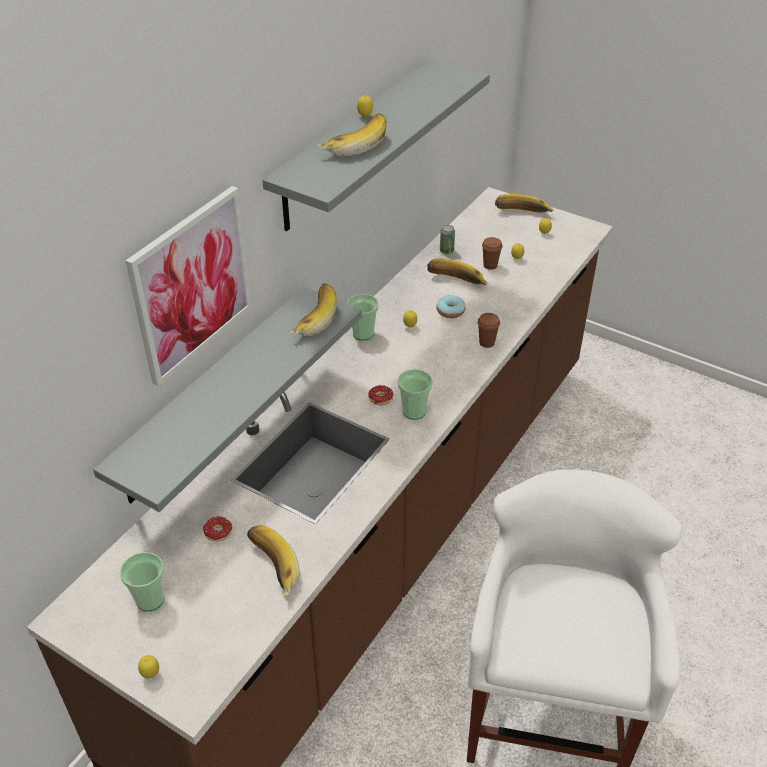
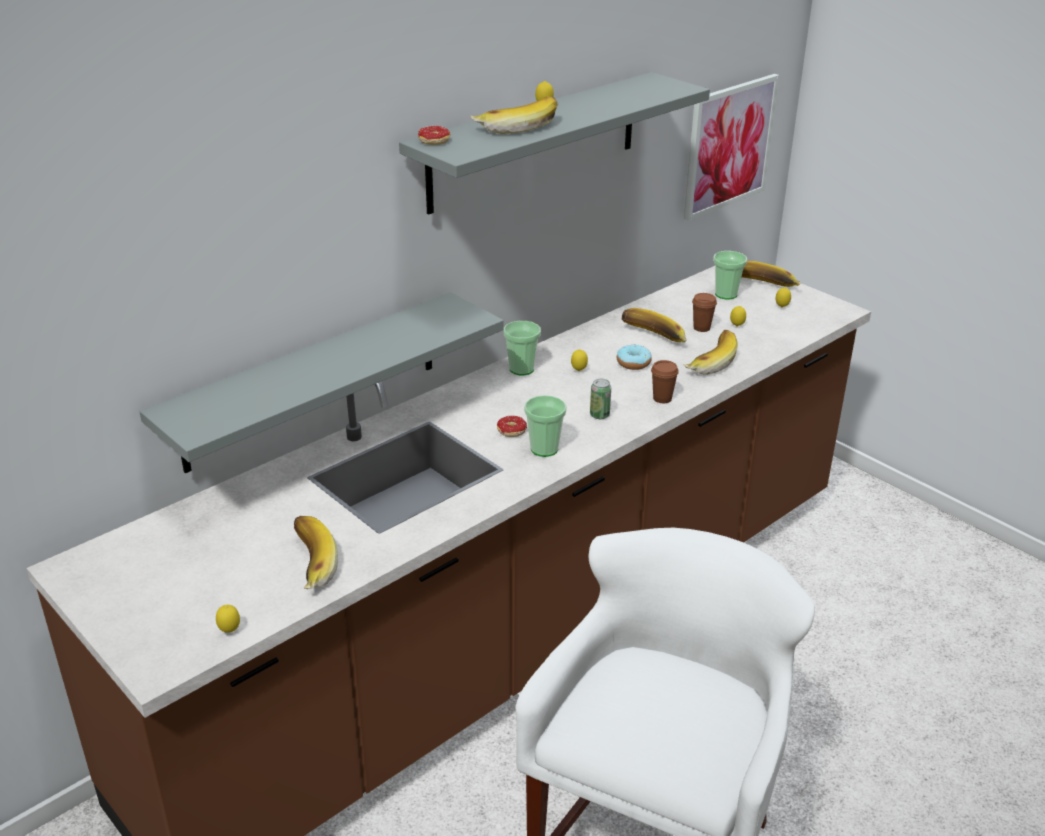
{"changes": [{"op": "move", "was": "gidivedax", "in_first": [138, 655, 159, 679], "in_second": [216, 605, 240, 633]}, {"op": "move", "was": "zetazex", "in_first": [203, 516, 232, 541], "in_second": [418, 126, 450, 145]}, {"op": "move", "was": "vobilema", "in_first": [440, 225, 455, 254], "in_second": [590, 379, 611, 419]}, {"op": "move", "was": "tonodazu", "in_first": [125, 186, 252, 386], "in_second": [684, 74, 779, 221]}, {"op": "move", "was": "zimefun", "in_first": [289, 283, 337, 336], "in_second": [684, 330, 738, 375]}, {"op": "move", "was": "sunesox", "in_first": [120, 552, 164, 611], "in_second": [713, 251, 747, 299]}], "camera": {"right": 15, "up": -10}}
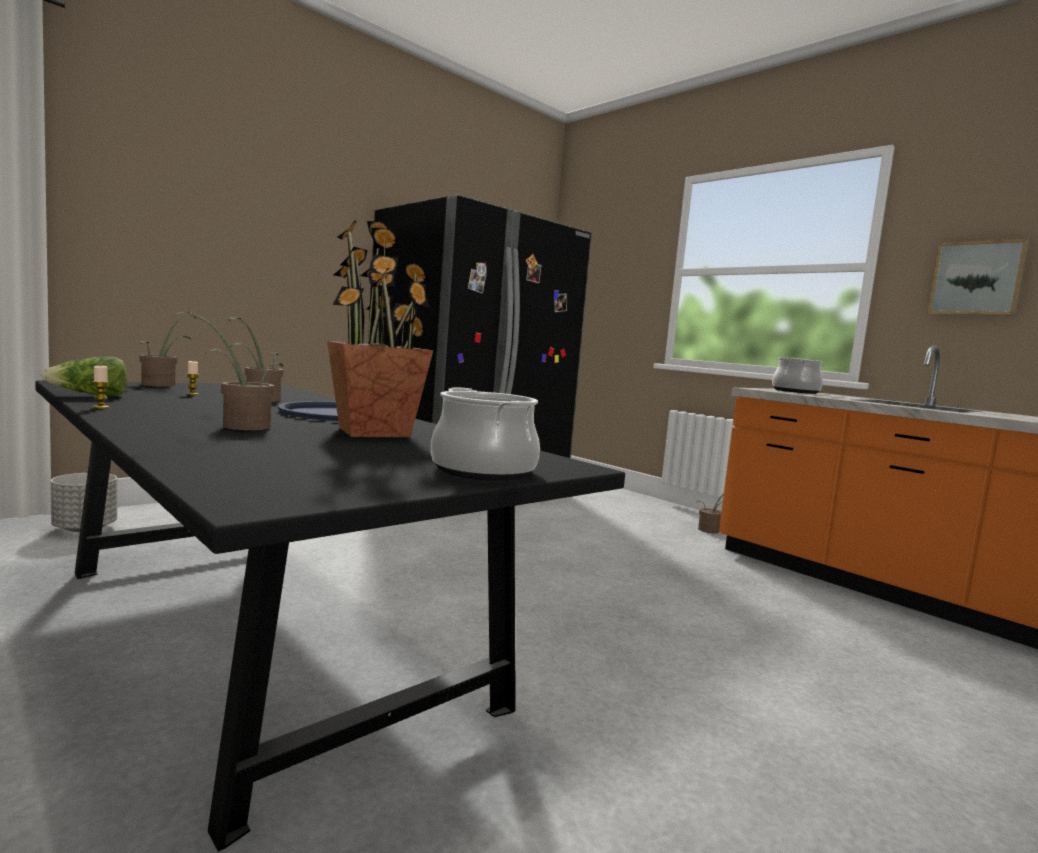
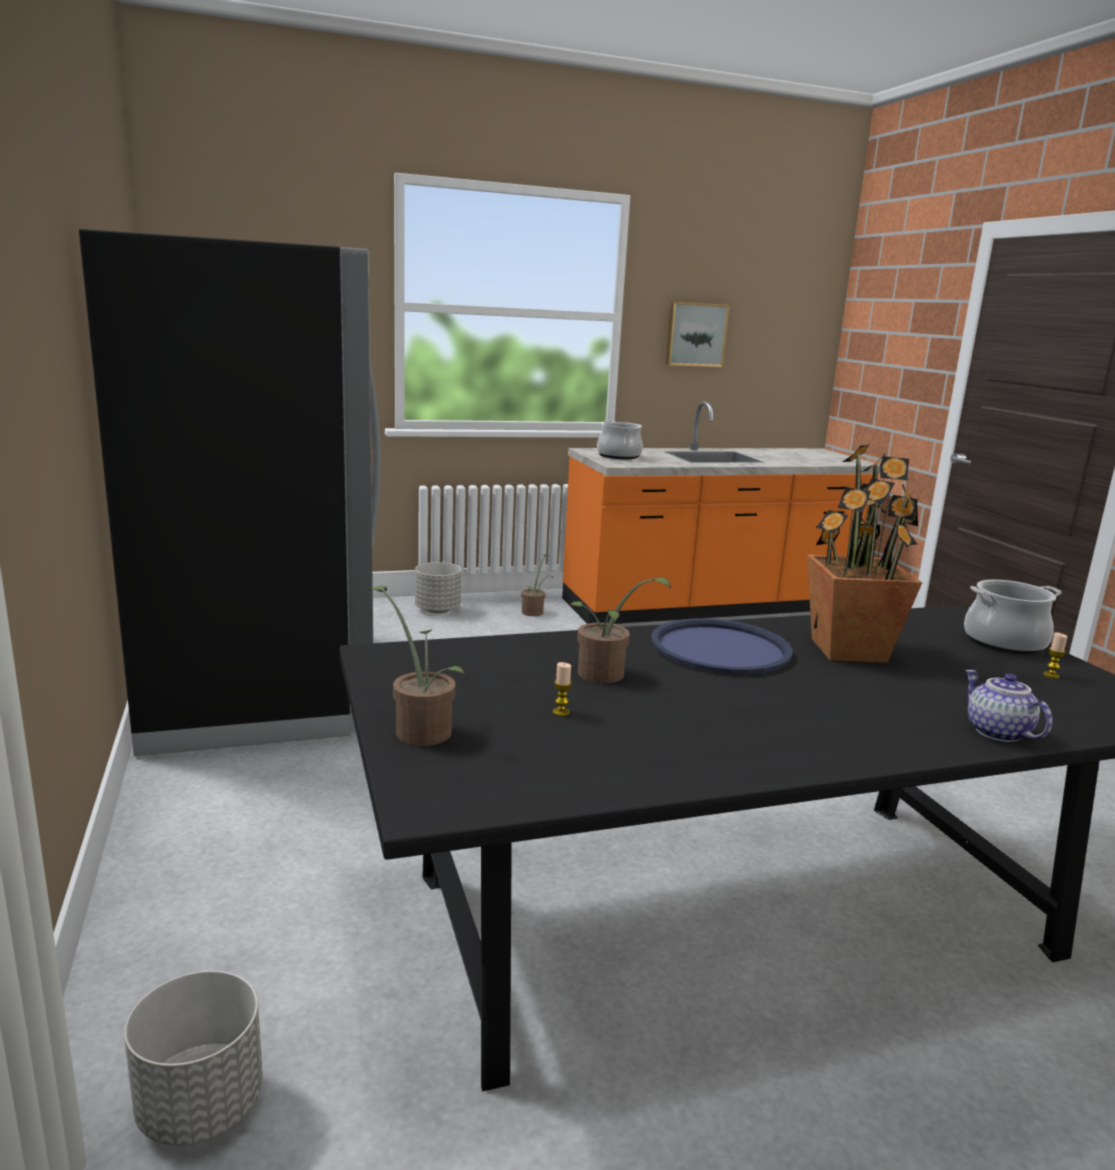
{"changes": [{"op": "insert", "now": "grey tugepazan", "in_second": [415, 562, 462, 613]}, {"op": "insert", "now": "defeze", "in_second": [965, 670, 1053, 742]}, {"op": "move", "was": "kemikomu", "in_first": [92, 365, 109, 409], "in_second": [1043, 632, 1067, 678]}, {"op": "delete", "was": "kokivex", "in_first": [41, 357, 127, 396]}, {"op": "delete", "was": "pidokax", "in_first": [172, 312, 283, 430]}], "camera": {"right": -65, "up": 10}}
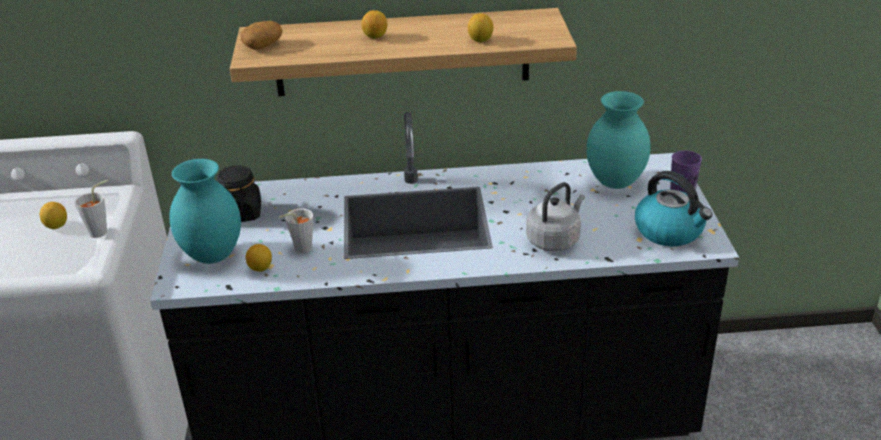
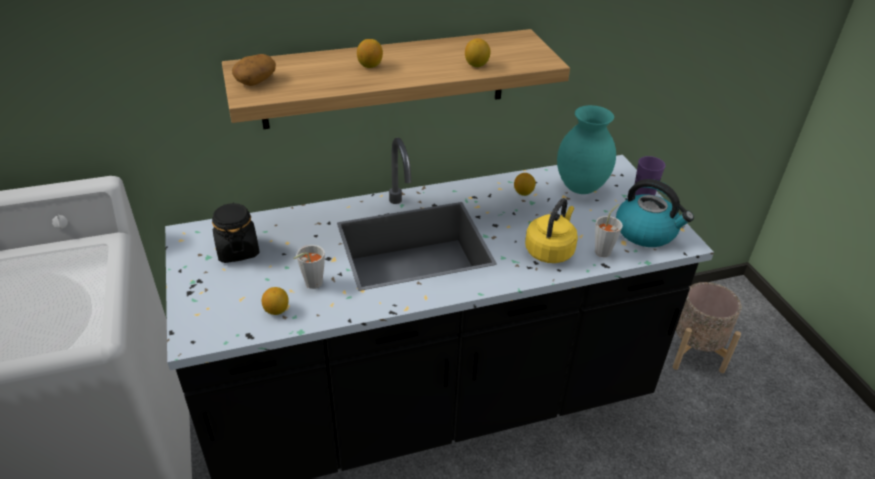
{"changes": [{"op": "move", "was": "gidivedax", "in_first": [40, 202, 67, 229], "in_second": [514, 173, 536, 196]}, {"op": "recolor", "was": "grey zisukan", "now": "yellow zisukan", "in_first": [526, 182, 585, 252], "in_second": [525, 198, 578, 263]}, {"op": "move", "was": "grey sunesox", "in_first": [74, 180, 108, 238], "in_second": [595, 204, 623, 257]}, {"op": "insert", "now": "beige tugepazan", "in_second": [673, 282, 741, 373]}, {"op": "delete", "was": "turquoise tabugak", "in_first": [170, 159, 241, 264]}], "camera": {"right": -15, "up": 5}}
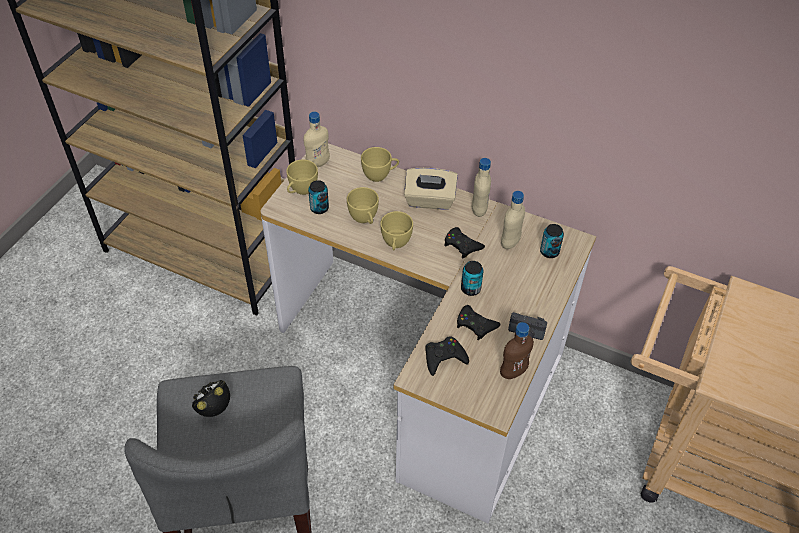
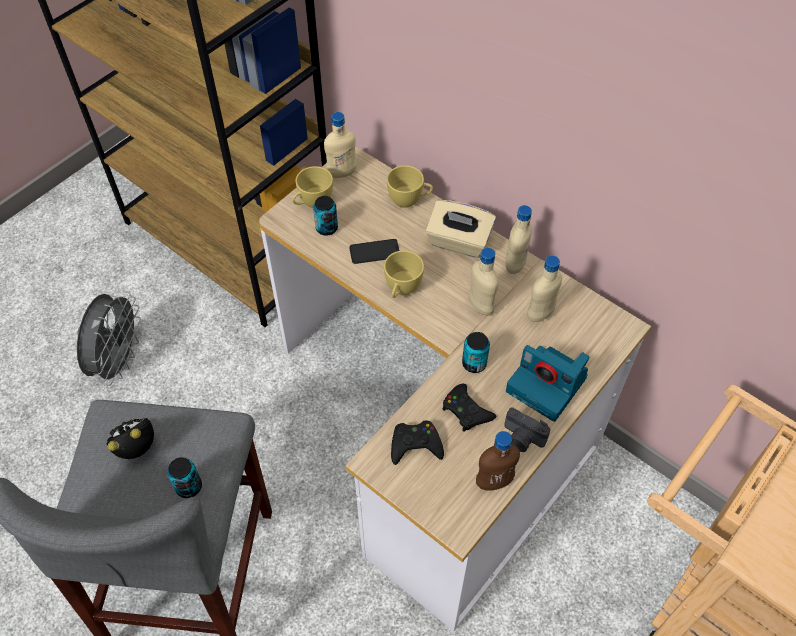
{"changes": [{"op": "insert", "now": "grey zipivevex", "in_second": [77, 291, 141, 386]}, {"op": "move", "was": "vobilema", "in_first": [540, 224, 564, 258], "in_second": [167, 457, 202, 498]}, {"op": "replace", "was": "yellow sunesox", "now": "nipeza", "in_first": [347, 187, 379, 224], "in_second": [349, 239, 399, 264]}, {"op": "replace", "was": "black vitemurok", "now": "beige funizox", "in_first": [444, 227, 485, 258], "in_second": [469, 248, 499, 316]}, {"op": "insert", "now": "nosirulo", "in_second": [506, 345, 589, 422]}], "camera": {"right": 15, "up": 5}}
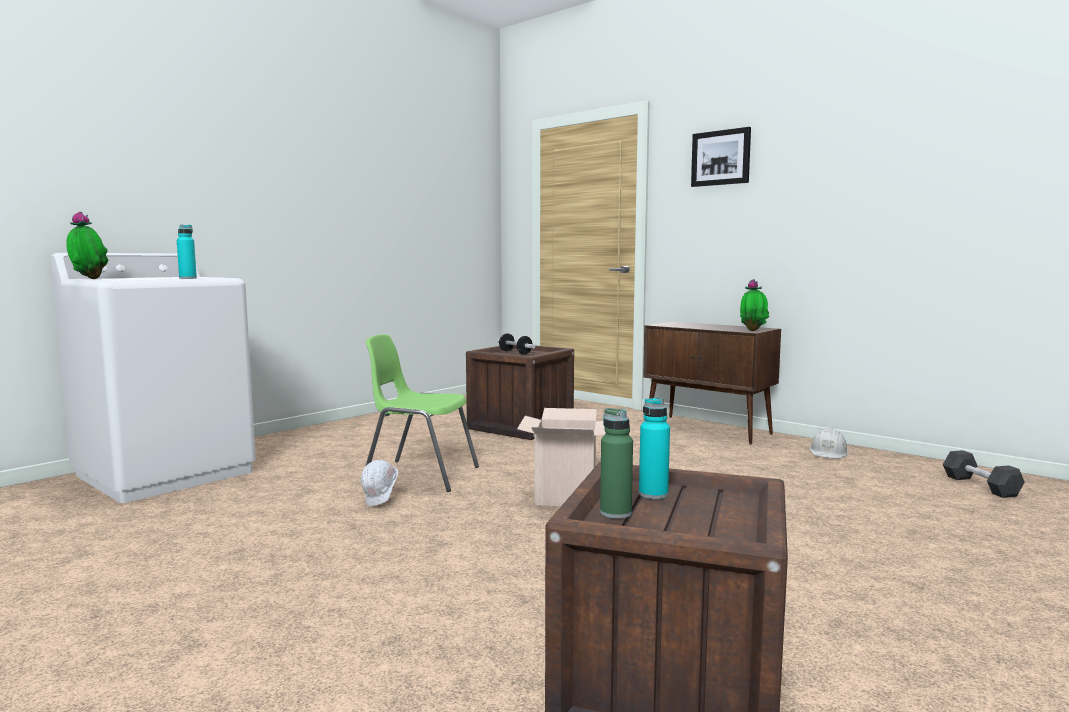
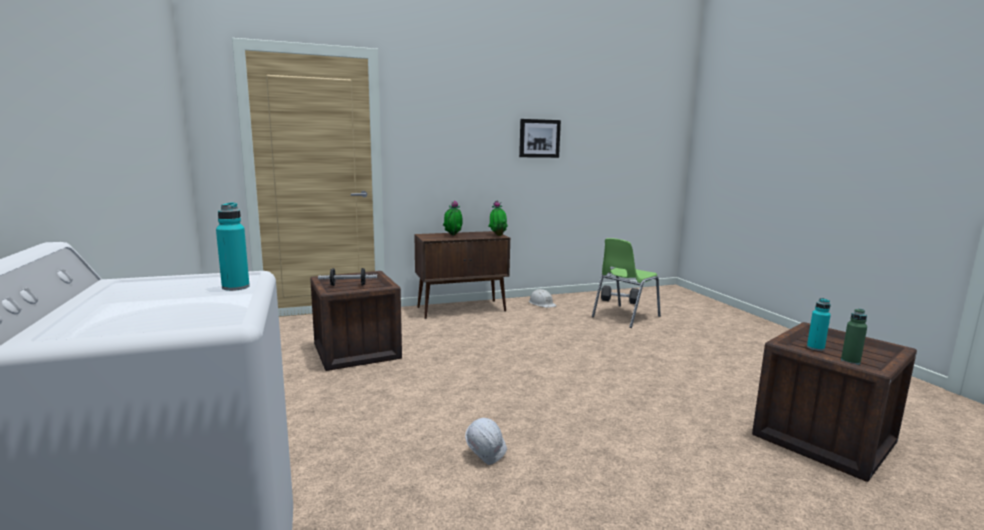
{"changes": [{"op": "move", "was": "pidokax", "in_first": [66, 212, 108, 279], "in_second": [443, 200, 463, 235]}, {"op": "move", "was": "tonodazu", "in_first": [691, 127, 751, 187], "in_second": [519, 119, 561, 158]}, {"op": "move", "was": "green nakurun", "in_first": [365, 334, 479, 492], "in_second": [592, 238, 661, 328]}, {"op": "delete", "was": "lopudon", "in_first": [517, 408, 606, 506]}], "camera": {"right": -60, "up": 5}}
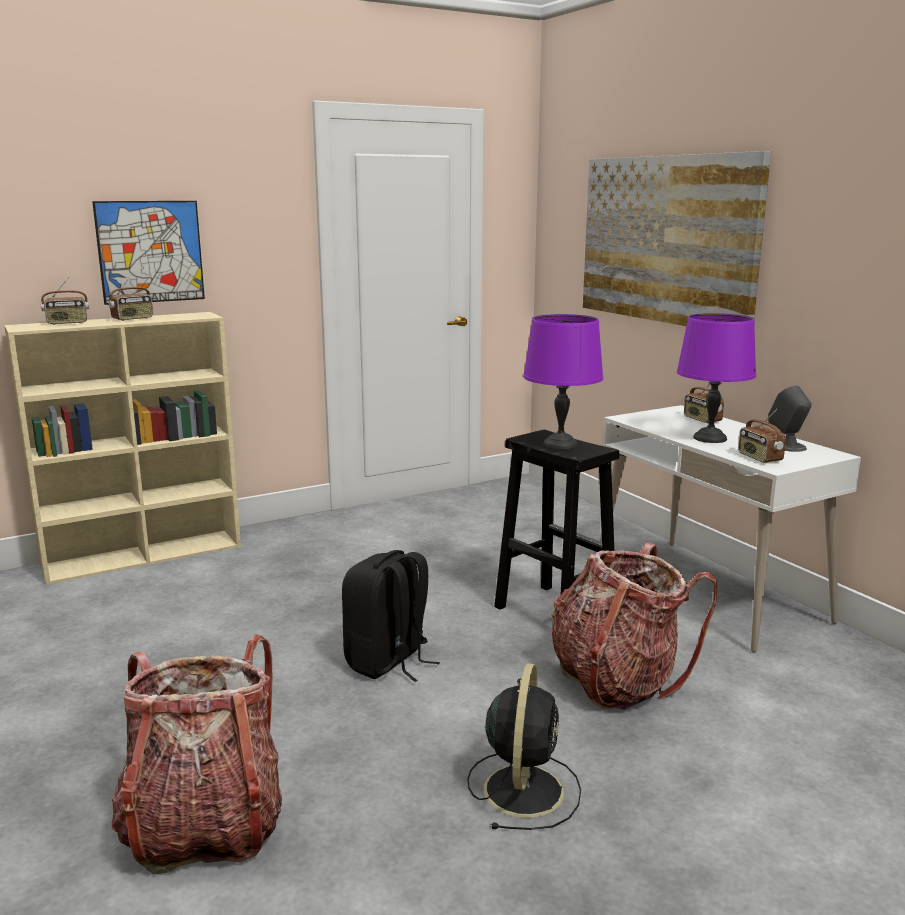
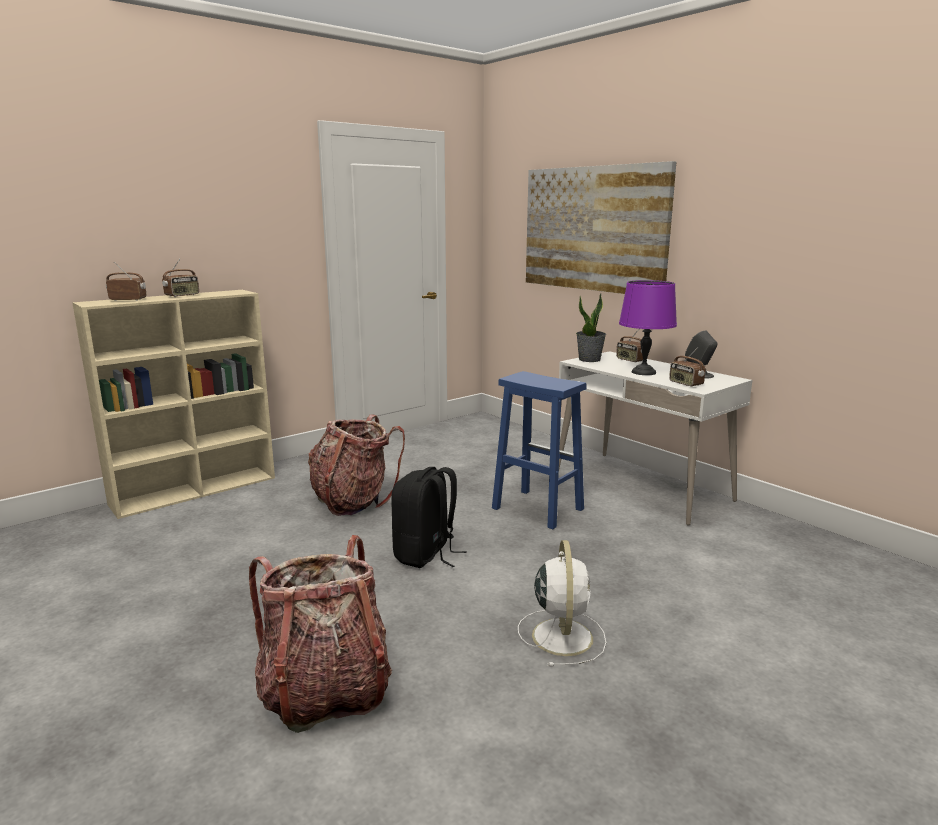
{"changes": [{"op": "rotate", "was": "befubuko", "in_first": [41, 277, 89, 325], "in_second": [106, 262, 146, 301], "clockwise": -150}, {"op": "move", "was": "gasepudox", "in_first": [551, 543, 717, 710], "in_second": [308, 415, 405, 516]}, {"op": "recolor", "was": "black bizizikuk", "now": "blue bizizikuk", "in_first": [494, 430, 619, 610], "in_second": [492, 371, 587, 529]}, {"op": "recolor", "was": "black zipivevex", "now": "white zipivevex", "in_first": [467, 663, 581, 830], "in_second": [518, 540, 606, 667]}, {"op": "insert", "now": "pidokax", "in_second": [576, 293, 606, 362]}, {"op": "delete", "was": "tonodazu", "in_first": [92, 201, 205, 305]}, {"op": "delete", "was": "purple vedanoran", "in_first": [523, 314, 603, 449]}], "camera": {"right": -10, "up": 0}}
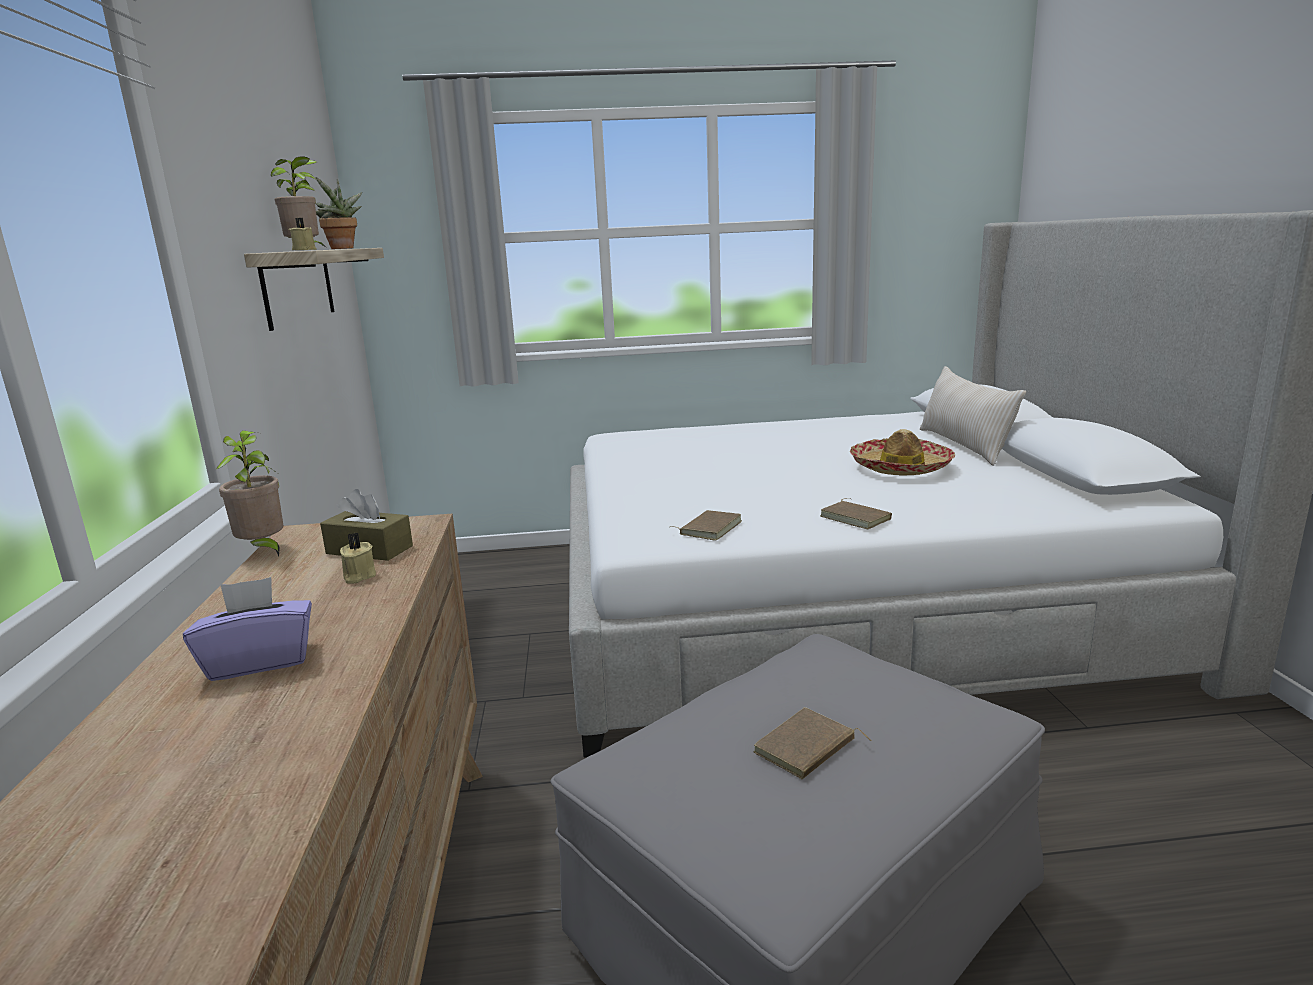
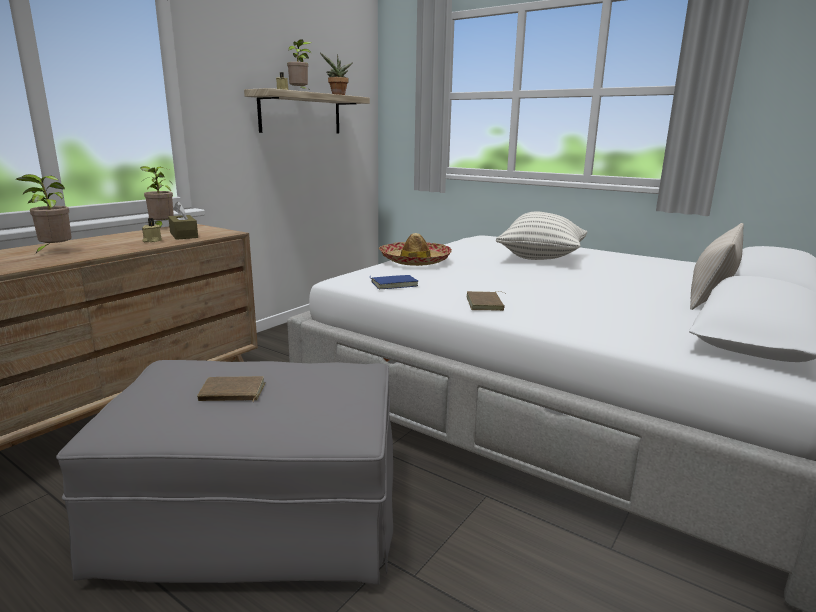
{"changes": [{"op": "replace", "was": "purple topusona", "now": "pidokax", "in_first": [183, 577, 312, 681], "in_second": [16, 174, 72, 254]}, {"op": "recolor", "was": "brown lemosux", "now": "blue lemosux", "in_first": [670, 510, 742, 540], "in_second": [371, 275, 418, 289]}, {"op": "move", "was": "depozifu", "in_first": [850, 429, 955, 475], "in_second": [379, 233, 452, 266]}, {"op": "insert", "now": "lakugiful", "in_second": [496, 212, 587, 260]}], "camera": {"right": 40, "up": 0}}
